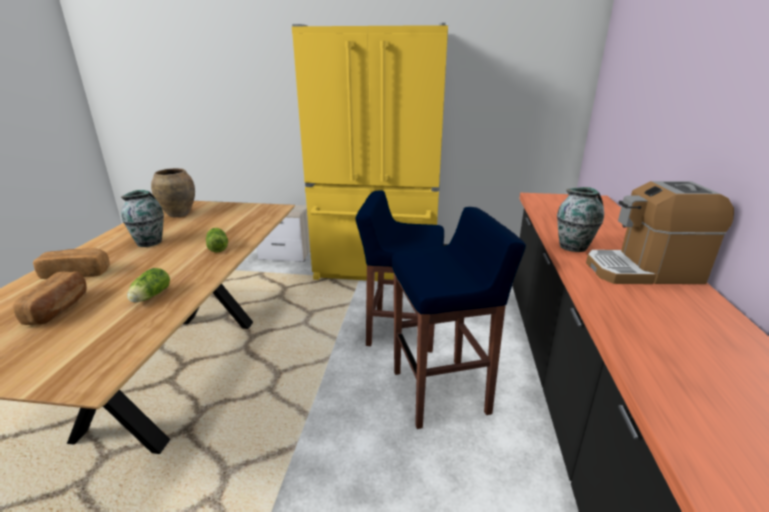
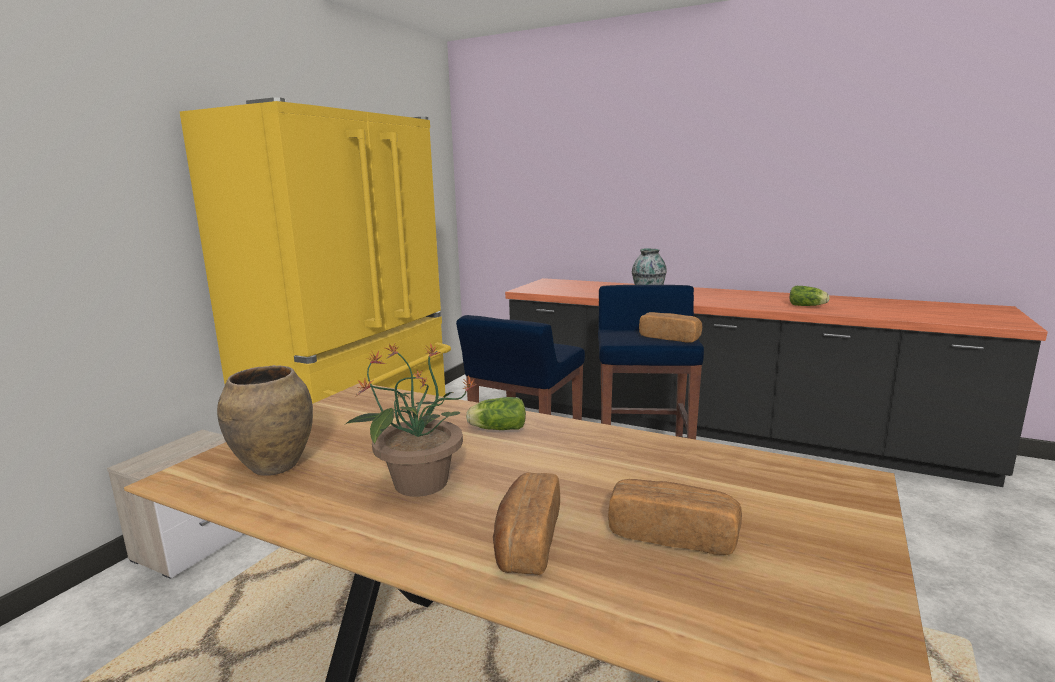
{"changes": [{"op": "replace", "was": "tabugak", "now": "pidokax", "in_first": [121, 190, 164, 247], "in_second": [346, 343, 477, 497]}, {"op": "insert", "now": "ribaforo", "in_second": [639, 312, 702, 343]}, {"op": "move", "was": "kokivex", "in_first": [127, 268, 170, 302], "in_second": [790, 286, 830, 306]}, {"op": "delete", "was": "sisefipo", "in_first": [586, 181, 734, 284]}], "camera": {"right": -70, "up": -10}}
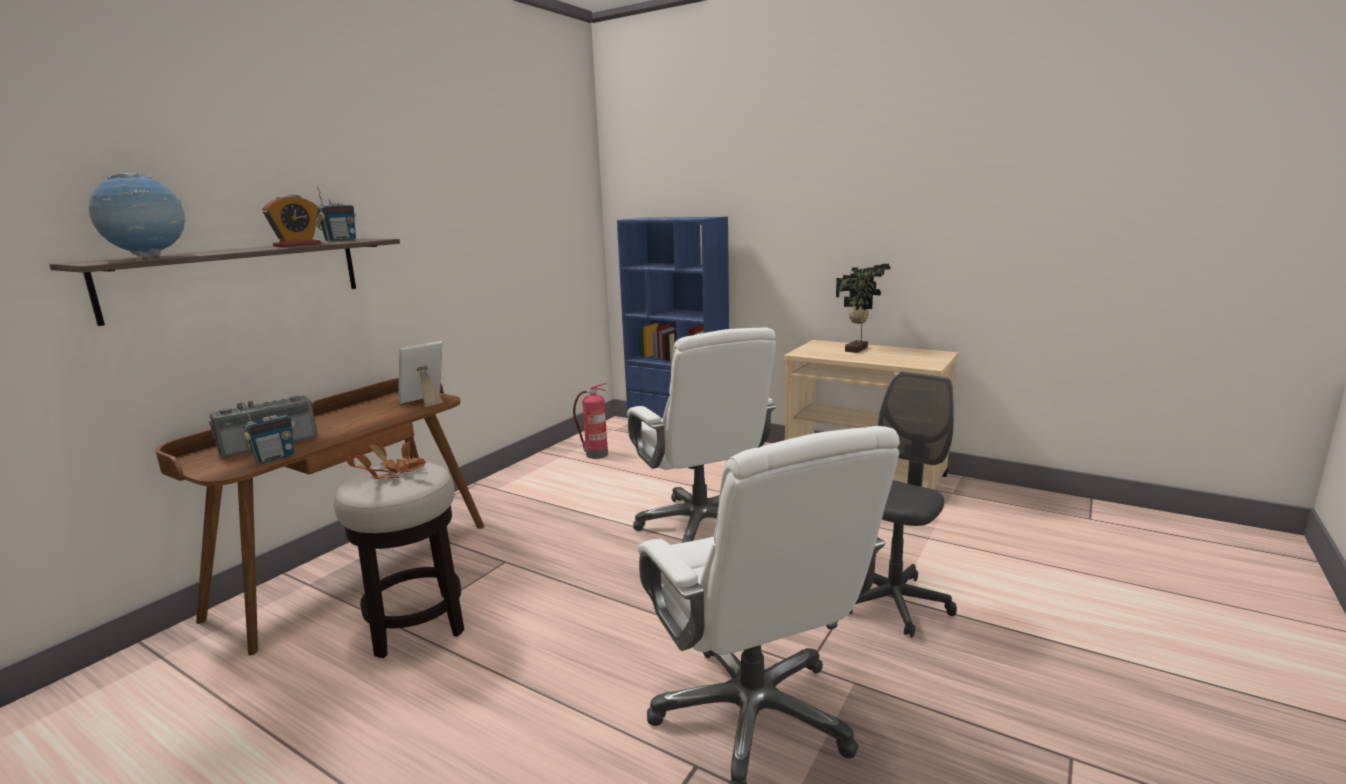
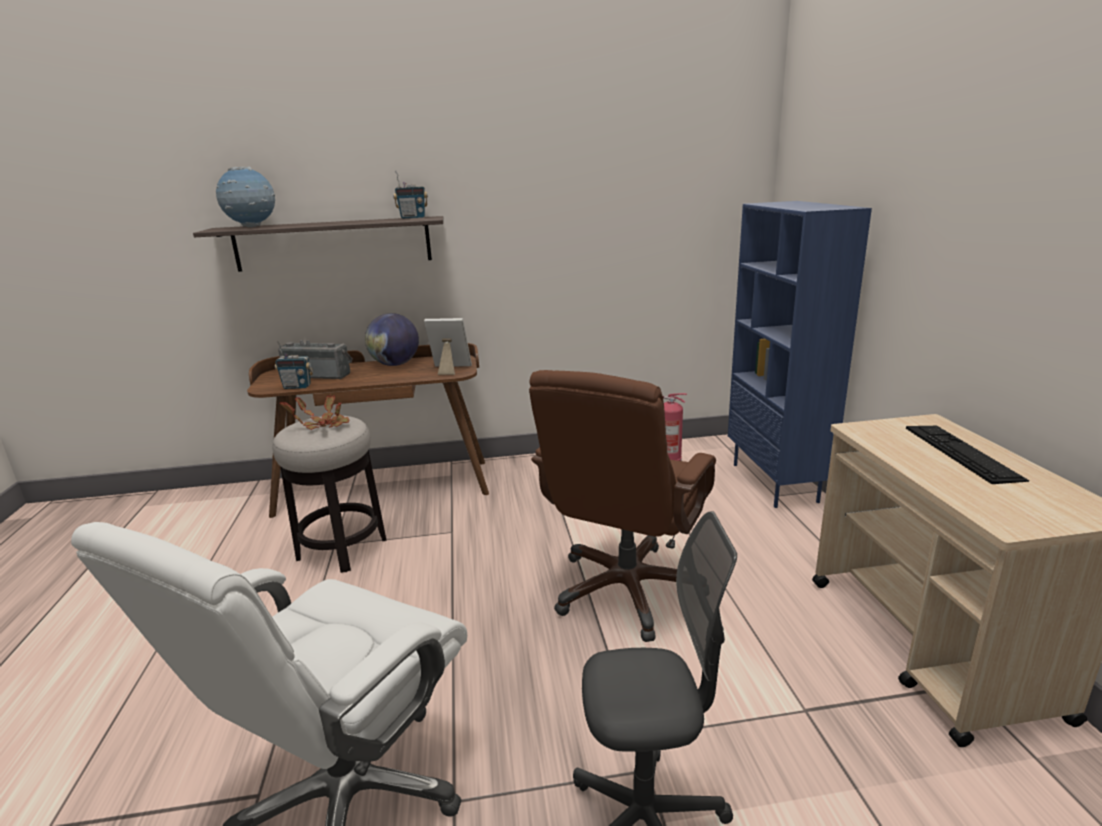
{"changes": [{"op": "insert", "now": "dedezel", "in_second": [365, 313, 419, 366]}, {"op": "recolor", "was": "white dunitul", "now": "brown dunitul", "in_first": [627, 328, 777, 543], "in_second": [529, 370, 716, 642]}, {"op": "replace", "was": "pidokax", "now": "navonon", "in_first": [836, 264, 890, 353], "in_second": [906, 426, 1029, 484]}, {"op": "delete", "was": "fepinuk", "in_first": [262, 194, 321, 247]}], "camera": {"right": 50, "up": 5}}
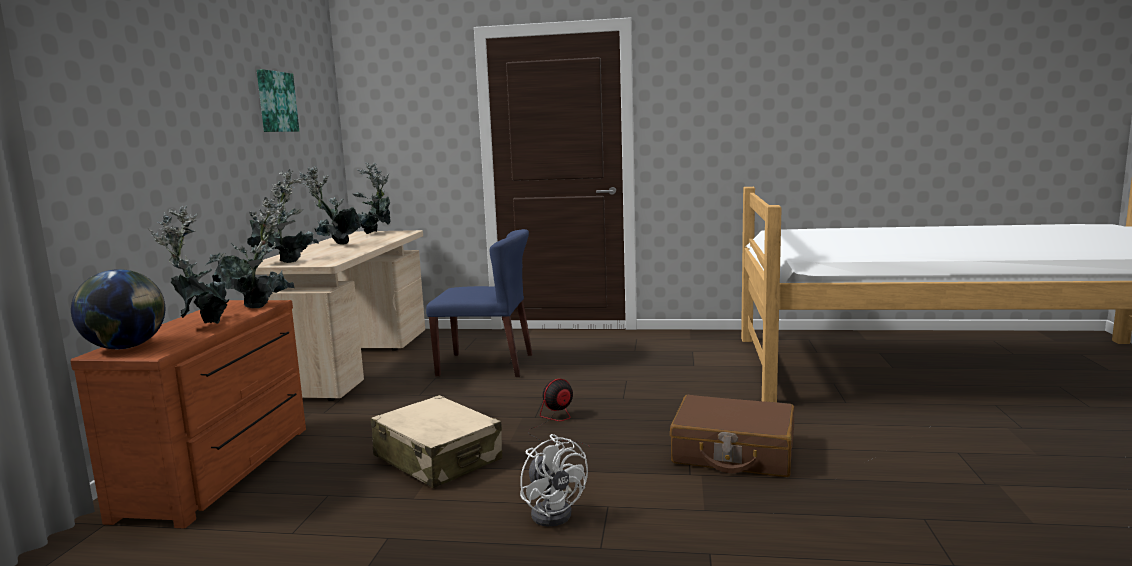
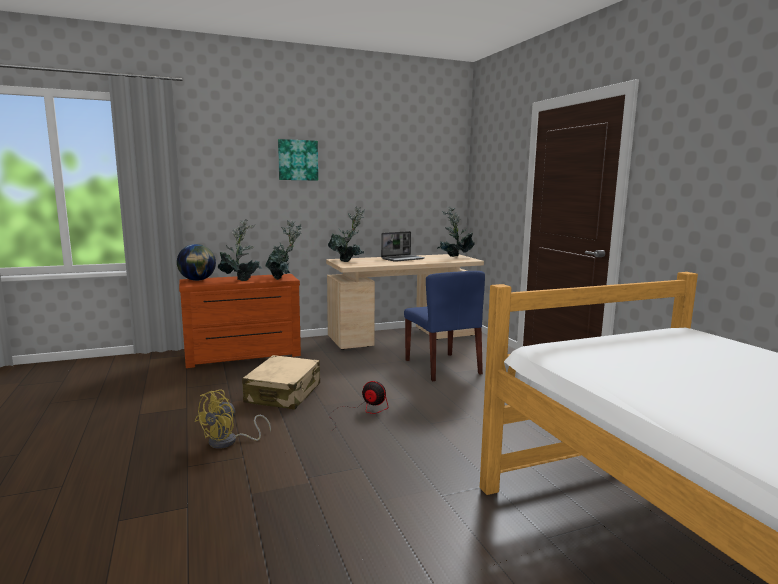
{"changes": [{"op": "recolor", "was": "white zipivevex", "now": "yellow zipivevex", "in_first": [520, 434, 588, 527], "in_second": [194, 390, 271, 449]}, {"op": "move", "was": "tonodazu", "in_first": [257, 69, 299, 132], "in_second": [278, 139, 318, 181]}, {"op": "replace", "was": "pidokax", "now": "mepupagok", "in_first": [300, 166, 361, 245], "in_second": [381, 231, 425, 262]}, {"op": "delete", "was": "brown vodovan", "in_first": [670, 395, 794, 477]}], "camera": {"right": 60, "up": 0}}
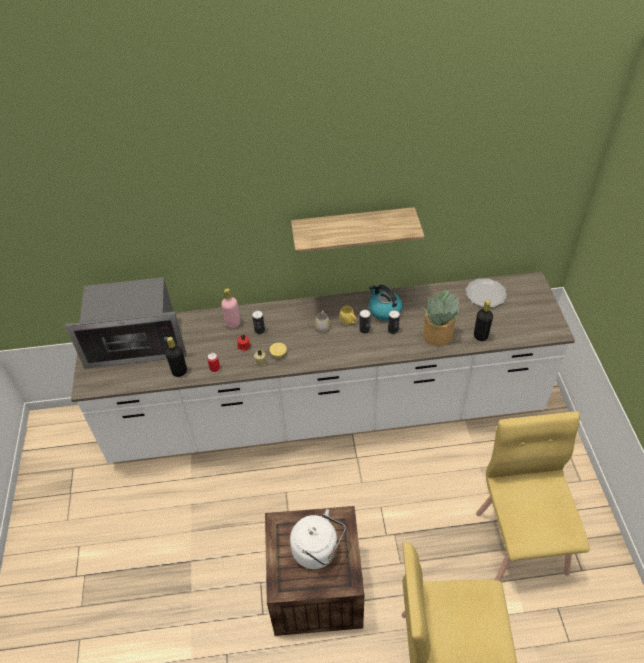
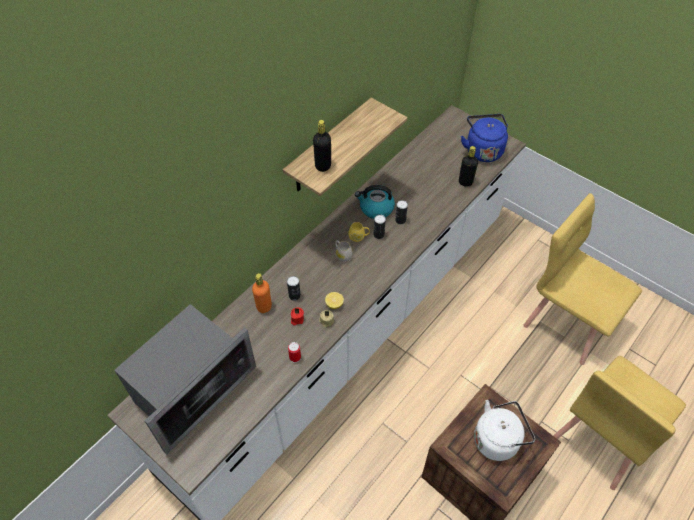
{"changes": [{"op": "recolor", "was": "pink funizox", "now": "orange funizox", "in_first": [221, 288, 240, 328], "in_second": [252, 273, 272, 313]}, {"op": "move", "was": "black funizox", "in_first": [165, 337, 187, 377], "in_second": [313, 120, 331, 172]}, {"op": "insert", "now": "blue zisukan", "in_second": [461, 114, 508, 162]}, {"op": "delete", "was": "pidokax", "in_first": [421, 290, 459, 346]}, {"op": "delete", "was": "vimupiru", "in_first": [466, 278, 507, 307]}], "camera": {"right": -45, "up": 5}}
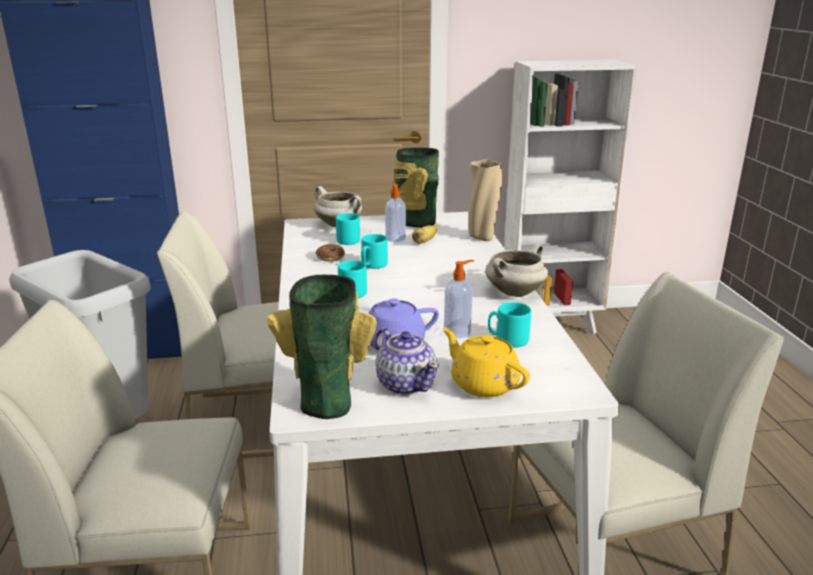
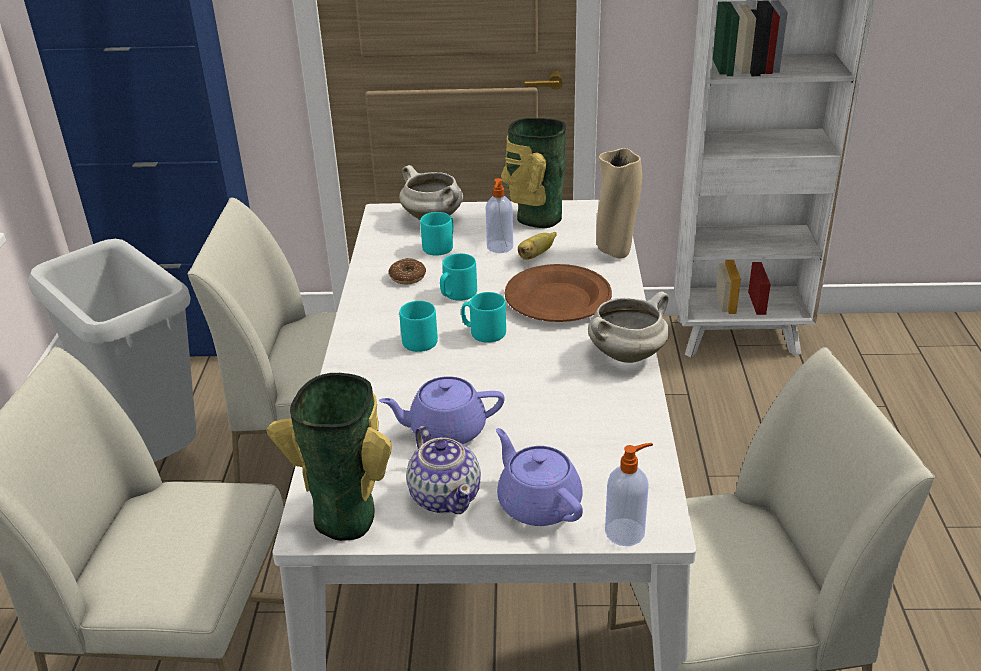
{"changes": [{"op": "move", "was": "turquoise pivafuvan", "in_first": [488, 302, 531, 347], "in_second": [461, 292, 506, 343]}, {"op": "recolor", "was": "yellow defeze", "now": "purple defeze", "in_first": [443, 327, 530, 397], "in_second": [496, 428, 583, 526]}, {"op": "insert", "now": "brown vimupiru", "in_second": [505, 264, 612, 322]}, {"op": "move", "was": "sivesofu", "in_first": [444, 260, 474, 338], "in_second": [605, 443, 653, 546]}], "camera": {"right": 10, "up": 10}}
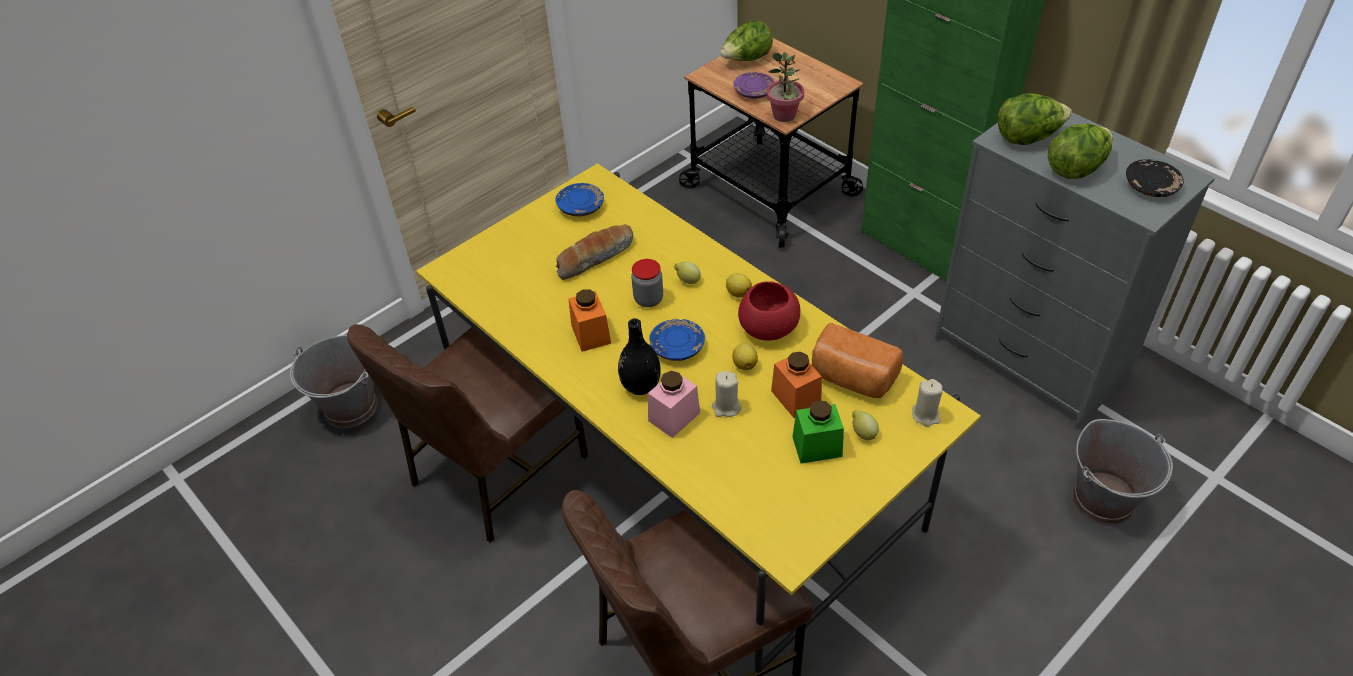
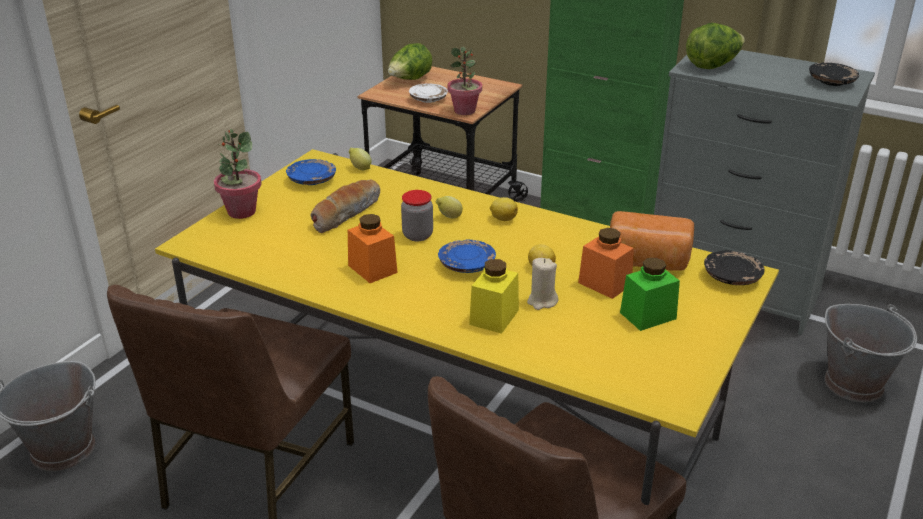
{"changes": [{"op": "insert", "now": "pidokax", "in_second": [214, 129, 262, 219]}, {"op": "move", "was": "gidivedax", "in_first": [852, 410, 879, 440], "in_second": [349, 148, 372, 170]}, {"op": "recolor", "was": "purple vimupiru", "now": "white vimupiru", "in_first": [733, 72, 774, 99], "in_second": [409, 83, 448, 103]}, {"op": "recolor", "was": "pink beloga", "now": "yellow beloga", "in_first": [648, 371, 700, 438], "in_second": [469, 259, 519, 334]}, {"op": "replace", "was": "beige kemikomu", "now": "black vimupiru", "in_first": [912, 379, 943, 427], "in_second": [704, 251, 765, 285]}, {"op": "delete", "was": "black tabugak", "in_first": [618, 318, 661, 395]}, {"op": "delete", "was": "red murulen", "in_first": [738, 281, 800, 340]}, {"op": "delete", "was": "kokivex", "in_first": [1048, 124, 1112, 179]}], "camera": {"right": -20, "up": -15}}
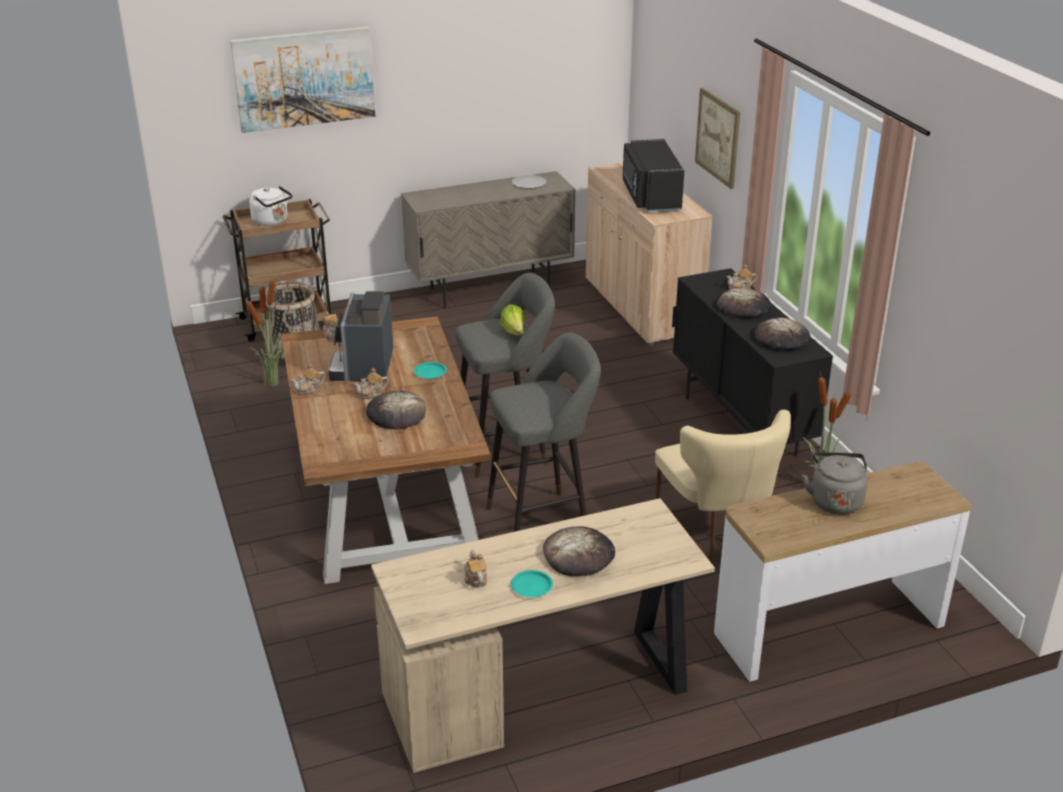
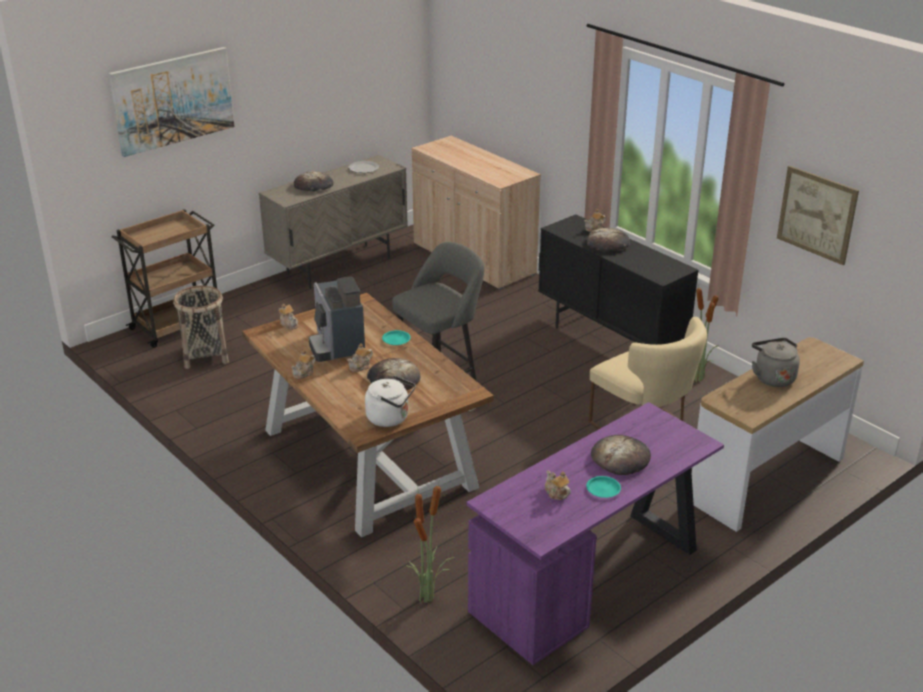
{"changes": [{"op": "move", "was": "ribaforo", "in_first": [755, 317, 811, 350], "in_second": [294, 171, 334, 192]}, {"op": "move", "was": "white zisukan", "in_first": [249, 186, 292, 226], "in_second": [365, 376, 416, 427]}, {"op": "move", "was": "pidokax", "in_first": [246, 274, 283, 386], "in_second": [406, 483, 454, 603]}, {"op": "recolor", "was": "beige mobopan", "now": "purple mobopan", "in_first": [371, 498, 715, 773], "in_second": [467, 402, 724, 665]}, {"op": "move", "was": "tonodazu", "in_first": [695, 88, 740, 189], "in_second": [777, 166, 859, 265]}, {"op": "delete", "was": "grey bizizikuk", "in_first": [486, 333, 601, 532]}, {"op": "delete", "was": "kokivex", "in_first": [500, 304, 524, 335]}, {"op": "delete", "was": "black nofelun", "in_first": [623, 139, 684, 212]}], "camera": {"right": -20, "up": 0}}
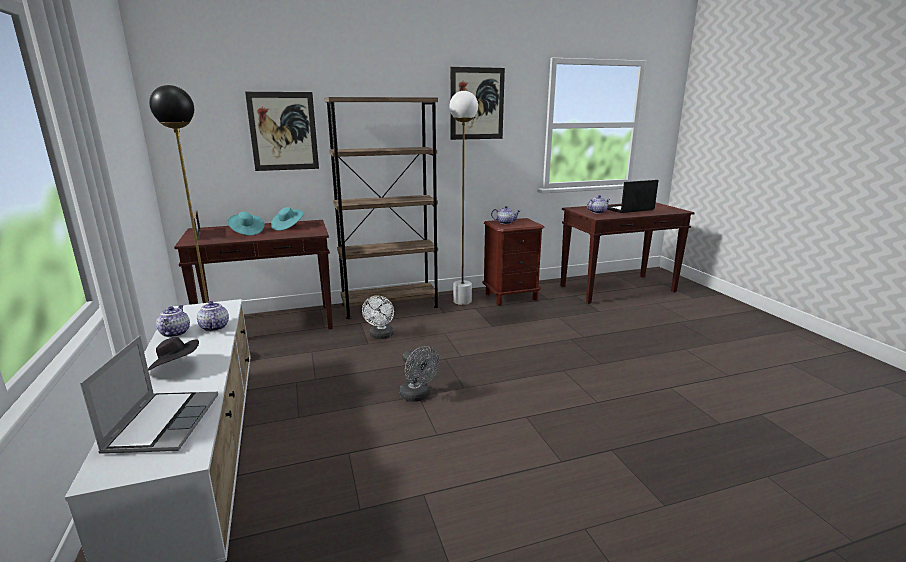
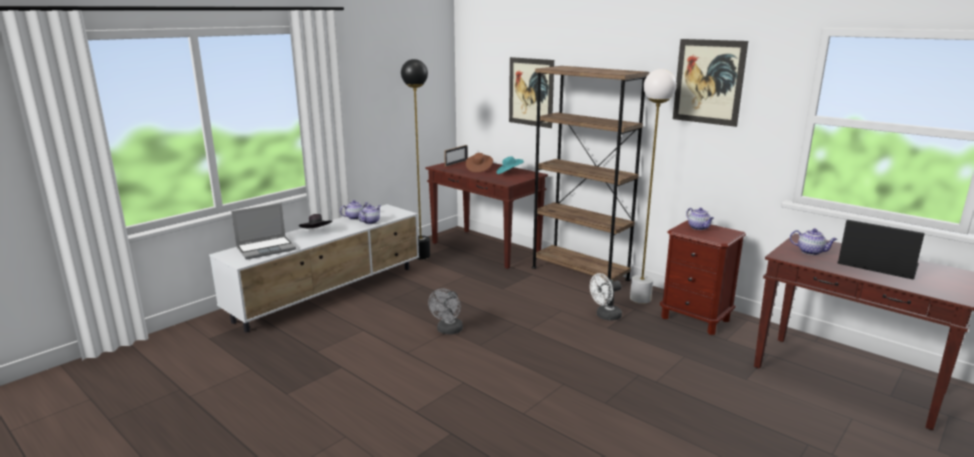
{"changes": [{"op": "recolor", "was": "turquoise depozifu", "now": "brown depozifu", "in_first": [227, 212, 264, 236], "in_second": [466, 153, 493, 173]}, {"op": "move", "was": "white zipivevex", "in_first": [362, 296, 394, 339], "in_second": [590, 273, 622, 321]}], "camera": {"right": 60, "up": 0}}
